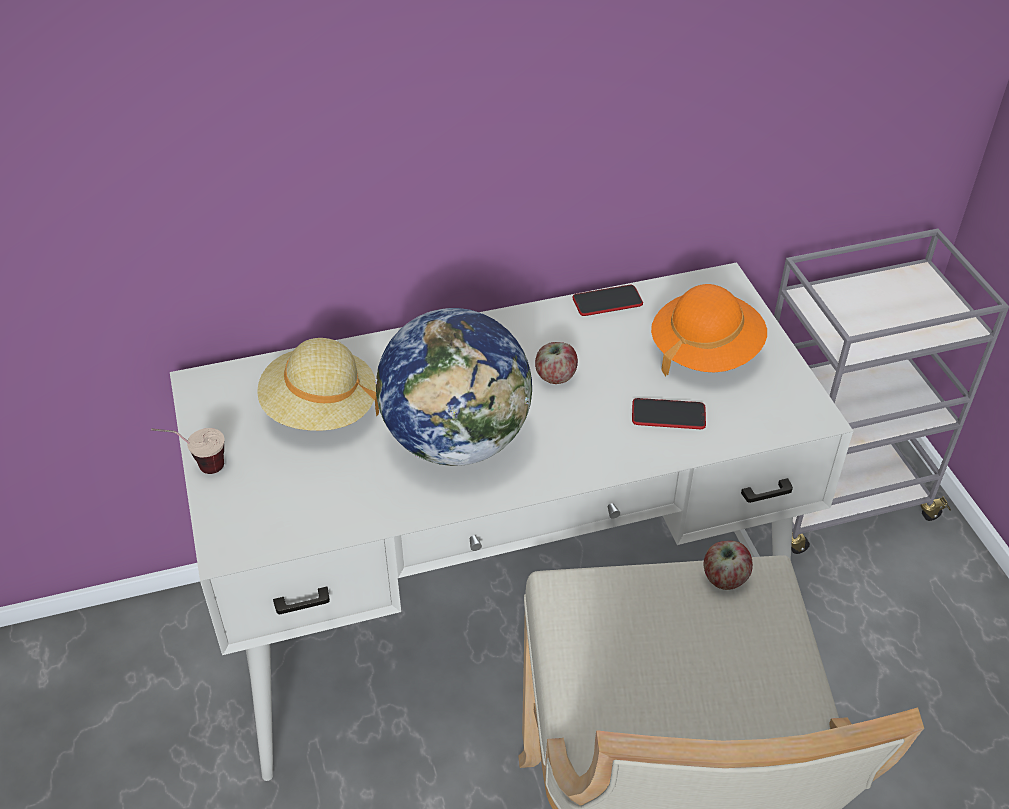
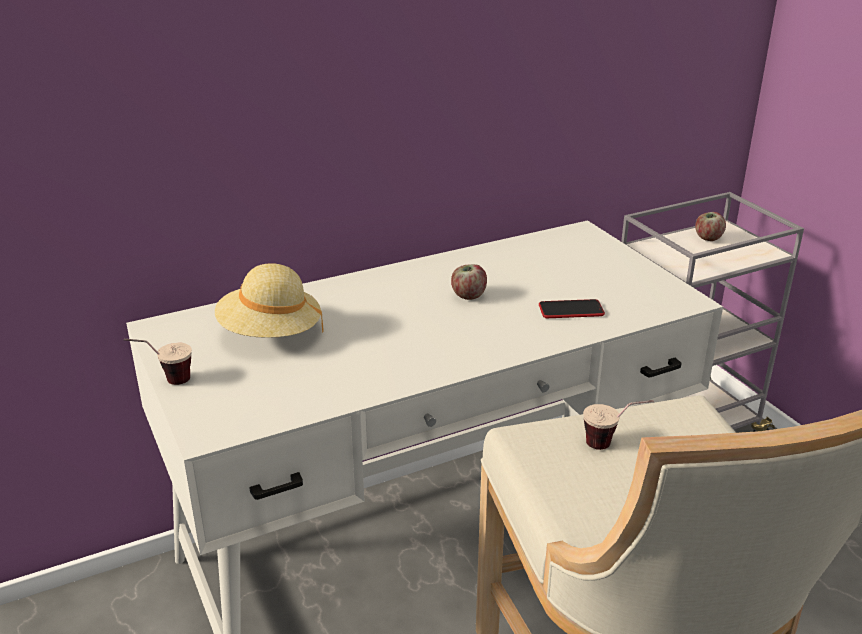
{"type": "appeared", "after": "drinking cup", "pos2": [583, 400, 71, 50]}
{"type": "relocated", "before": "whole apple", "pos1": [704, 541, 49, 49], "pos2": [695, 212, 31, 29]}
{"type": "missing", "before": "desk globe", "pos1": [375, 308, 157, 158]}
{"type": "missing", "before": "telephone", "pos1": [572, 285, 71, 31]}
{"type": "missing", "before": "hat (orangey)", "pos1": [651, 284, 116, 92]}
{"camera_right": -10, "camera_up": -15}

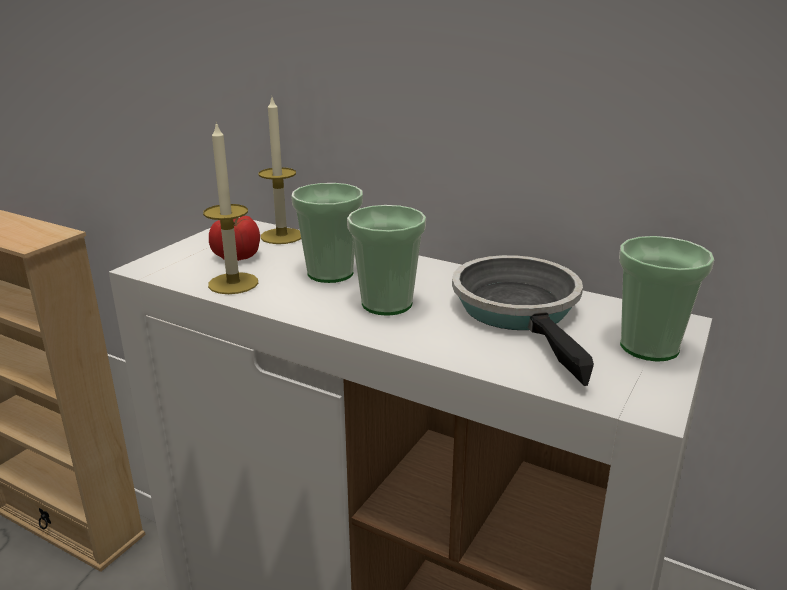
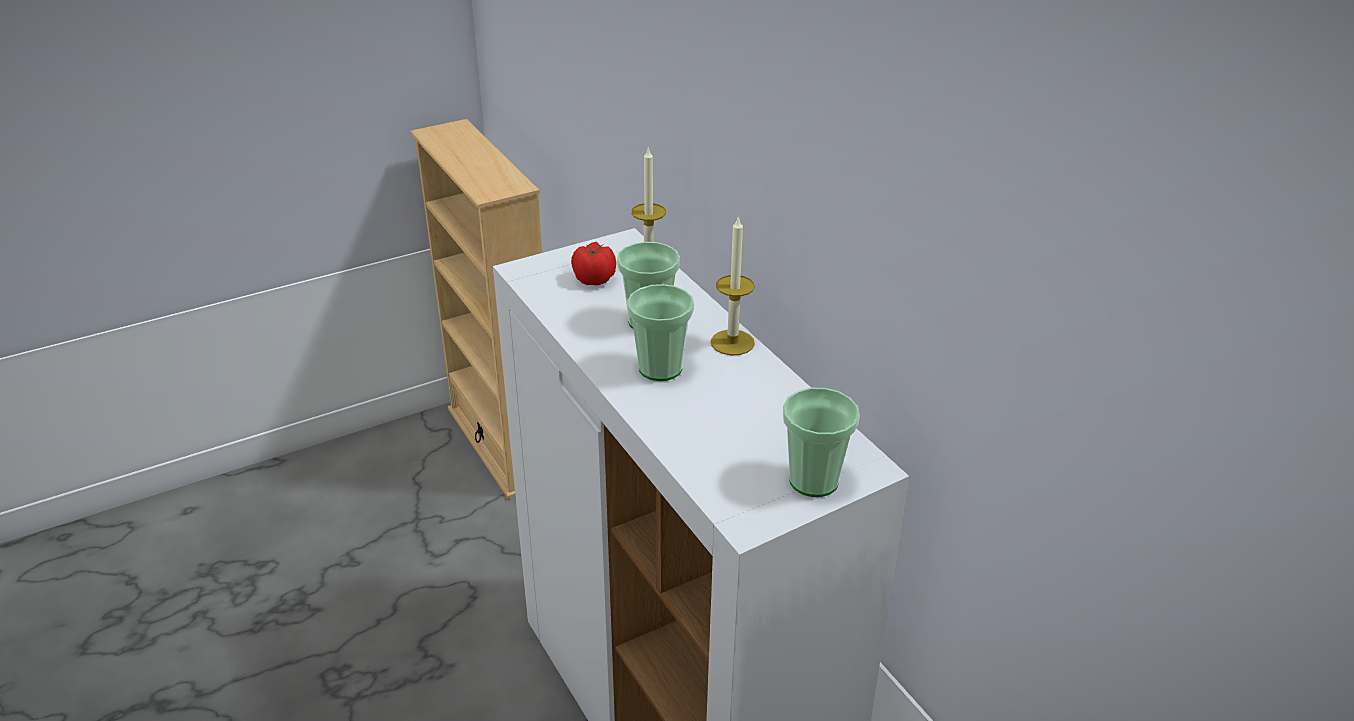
{"type": "relocated", "before": "candle", "pos1": [203, 122, 55, 172], "pos2": [711, 215, 44, 140]}
{"type": "missing", "before": "skillet", "pos1": [452, 255, 142, 131]}
{"camera_right": 30, "camera_up": 10}

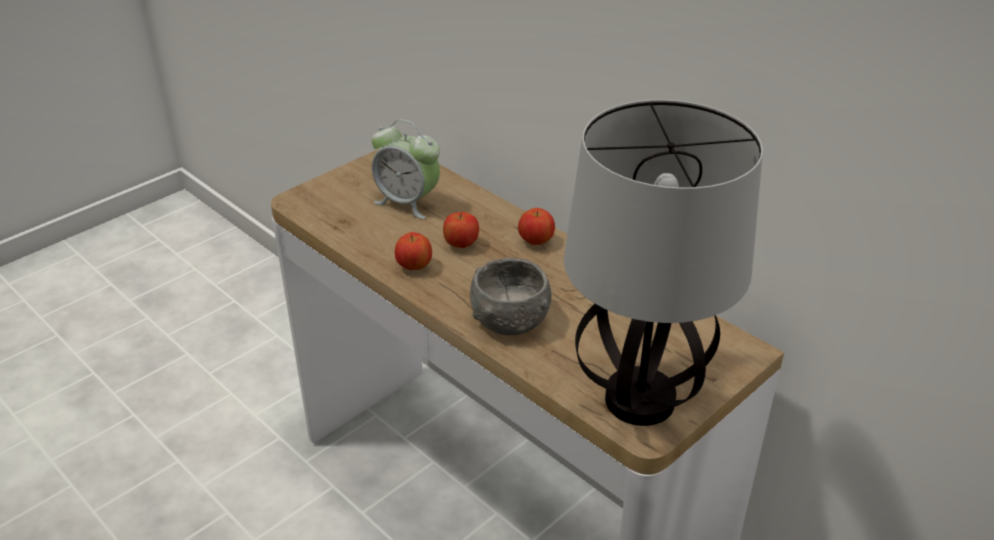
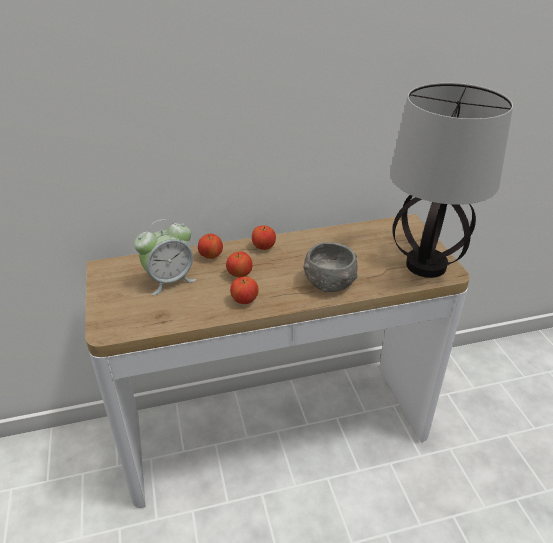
{"type": "appeared", "after": "whole apple", "pos2": [198, 234, 25, 25]}
{"camera_right": -60, "camera_up": 0}

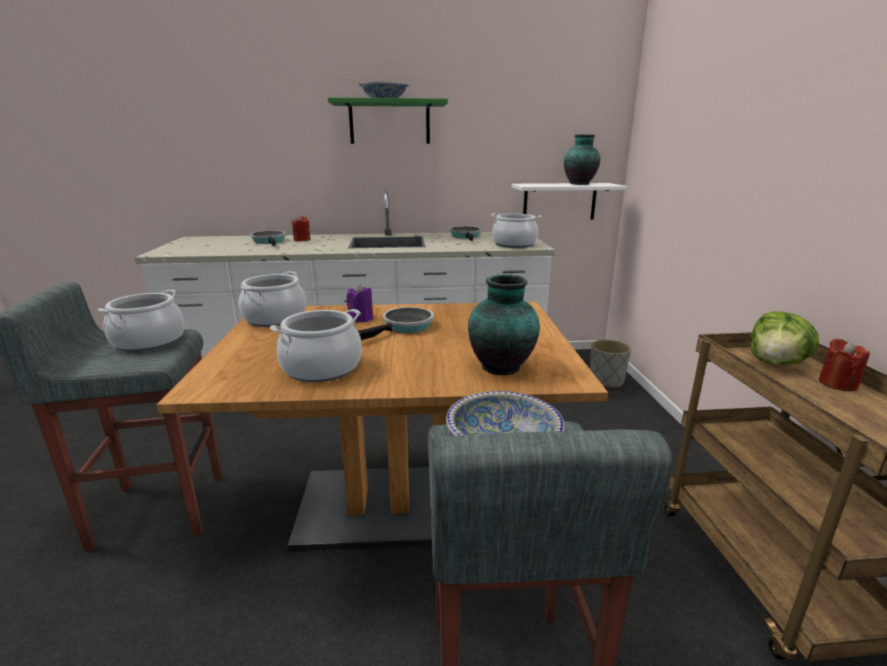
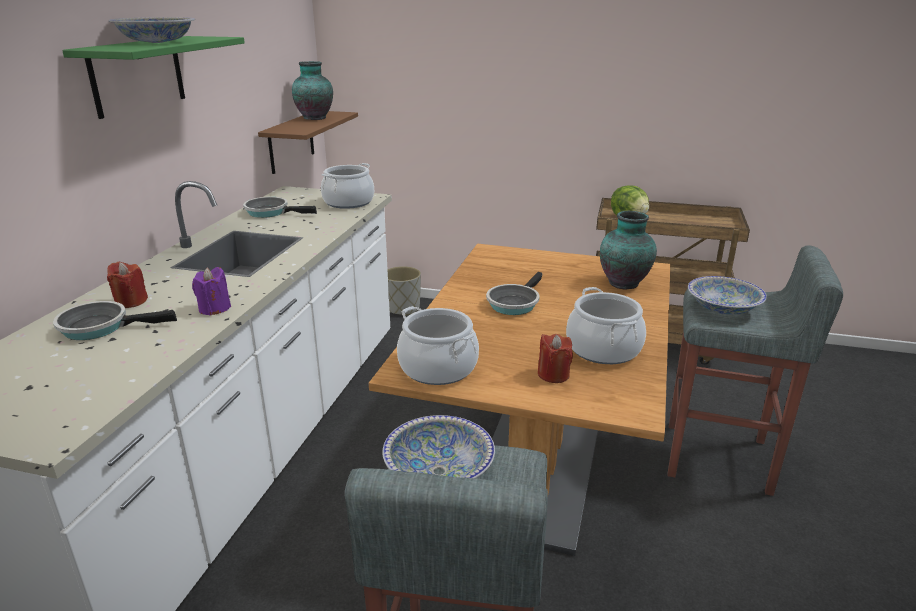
{"type": "relocated", "before": "candle (purple-coloured)", "pos1": [347, 284, 26, 38], "pos2": [192, 267, 39, 49]}
{"type": "colour", "before": "shelf (whitish)", "after": "shelf (brown)", "pos1": [512, 183, 116, 36], "pos2": [258, 111, 100, 63]}
{"type": "exchanged", "before": "stockpot", "after": "serving bowl", "pos1": [98, 290, 86, 62], "pos2": [382, 415, 113, 63]}
{"type": "spun", "before": "skillet", "pos1": [358, 307, 76, 33], "pos2": [486, 272, 57, 43], "turn": -120}
{"type": "relocated", "before": "candle (reddish)", "pos1": [819, 339, 51, 52], "pos2": [538, 334, 35, 49]}
{"camera_right": -70, "camera_up": 5}

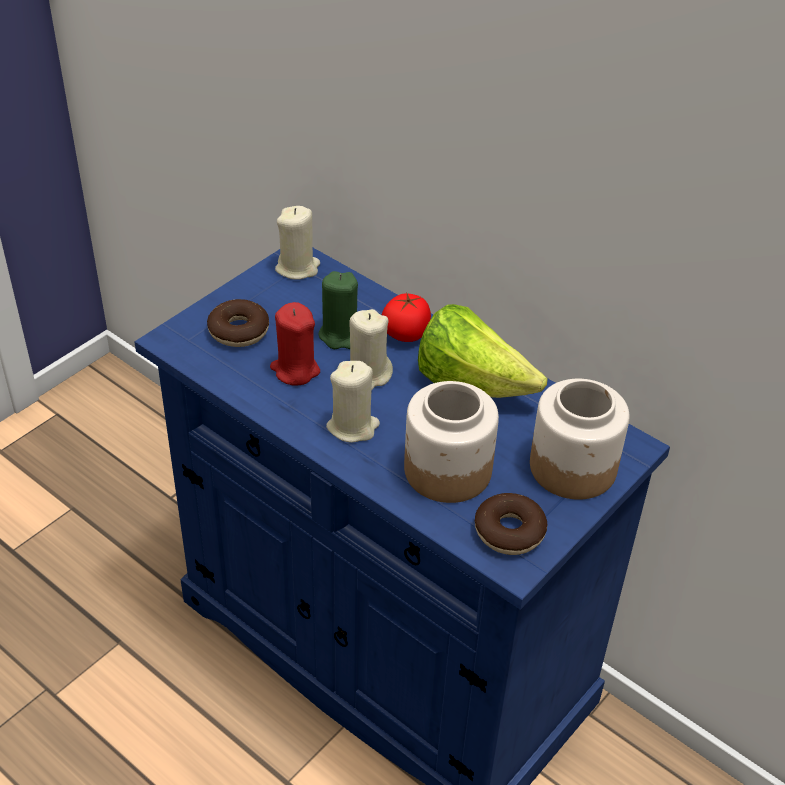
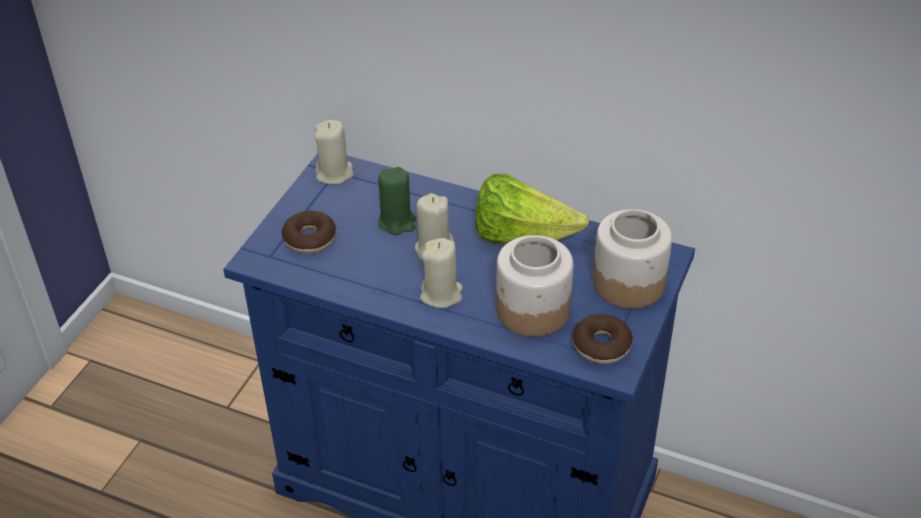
{"type": "missing", "before": "candle (reddish)", "pos1": [270, 302, 50, 83]}
{"type": "missing", "before": "fresh tomato", "pos1": [382, 293, 49, 49]}
{"camera_right": -15, "camera_up": 0}

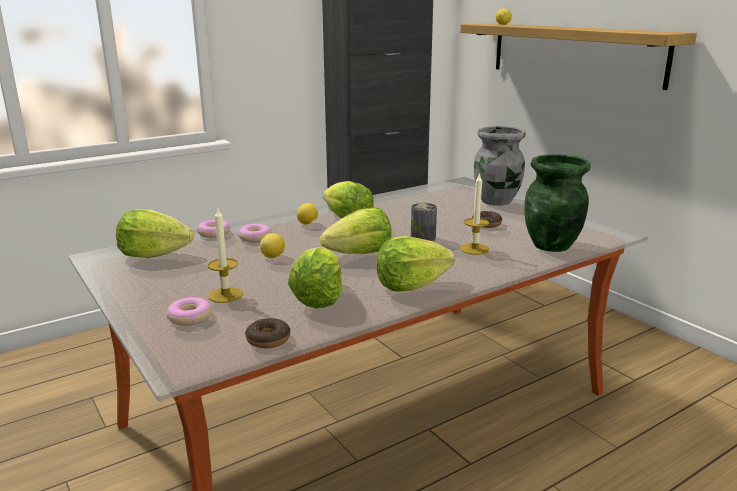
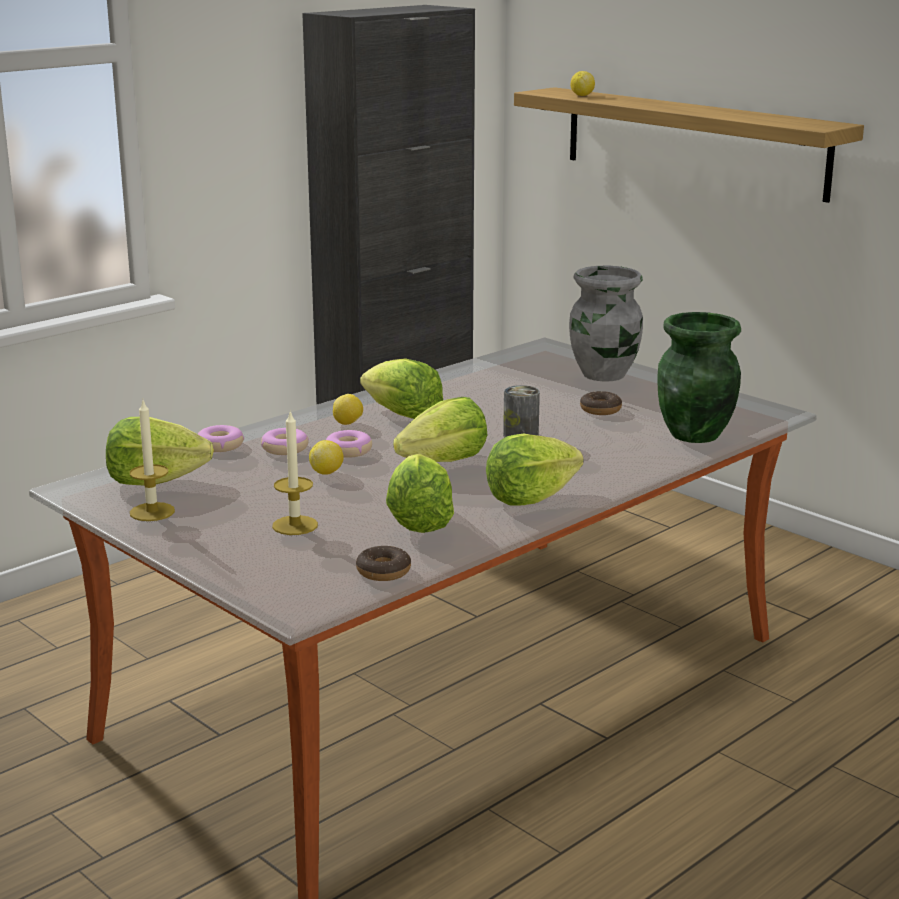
{"type": "relocated", "before": "candle", "pos1": [460, 172, 30, 83], "pos2": [130, 401, 45, 120]}
{"type": "relocated", "before": "donut", "pos1": [167, 297, 45, 29], "pos2": [326, 430, 46, 28]}
{"camera_right": -10, "camera_up": 0}

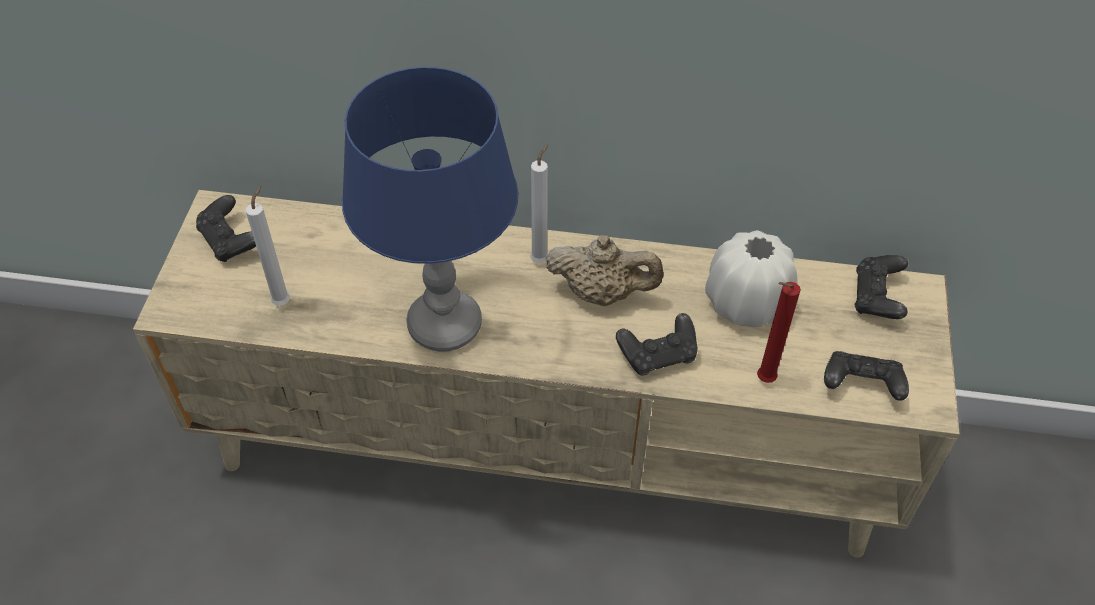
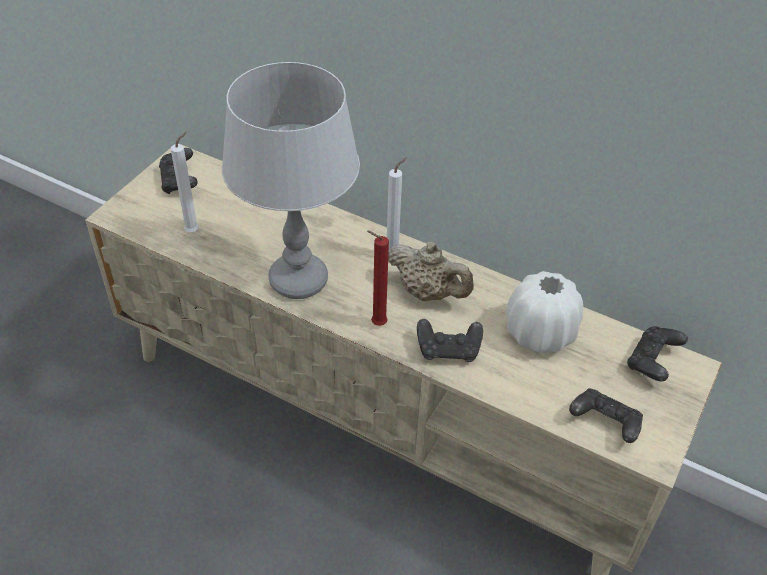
{"type": "colour", "before": "lamp for a table (blue)", "after": "lamp for a table (greyish)", "pos1": [342, 67, 176, 285], "pos2": [222, 62, 138, 237]}
{"type": "relocated", "before": "candle (reddish)", "pos1": [757, 282, 44, 101], "pos2": [367, 231, 22, 95]}
{"camera_right": 20, "camera_up": -5}

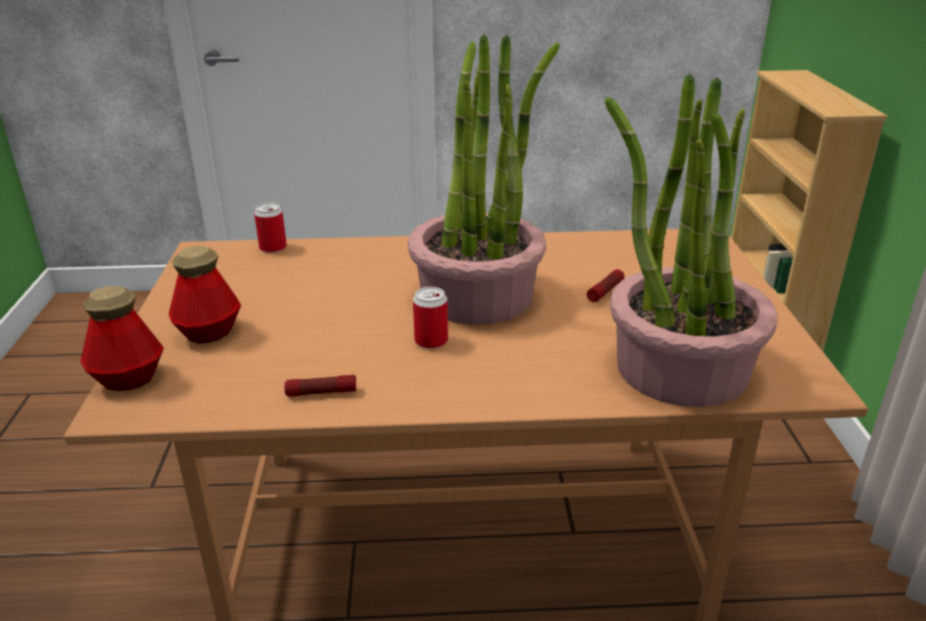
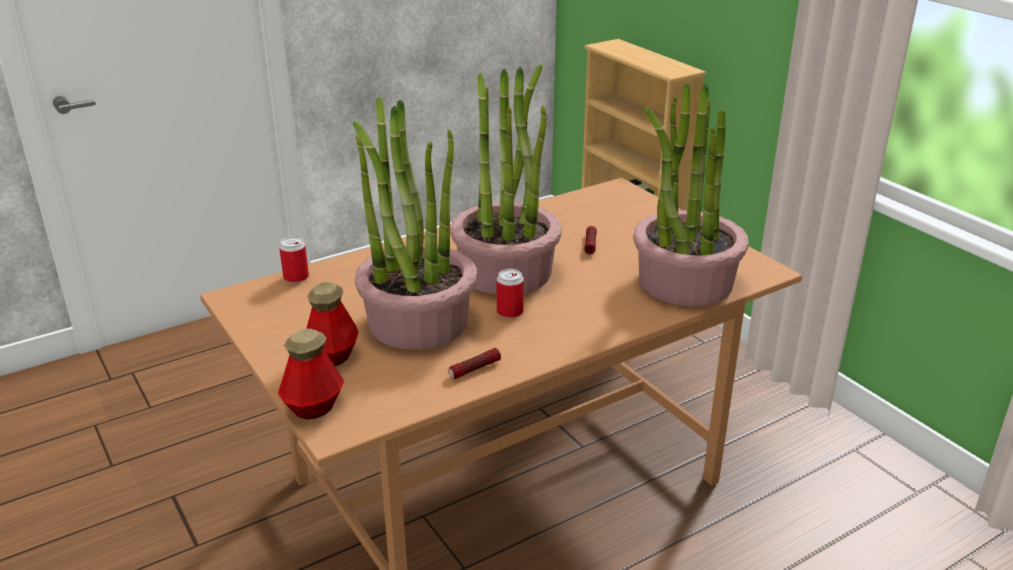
{"type": "appeared", "after": "plant in a pot", "pos2": [353, 96, 124, 253]}
{"camera_right": -30, "camera_up": 0}

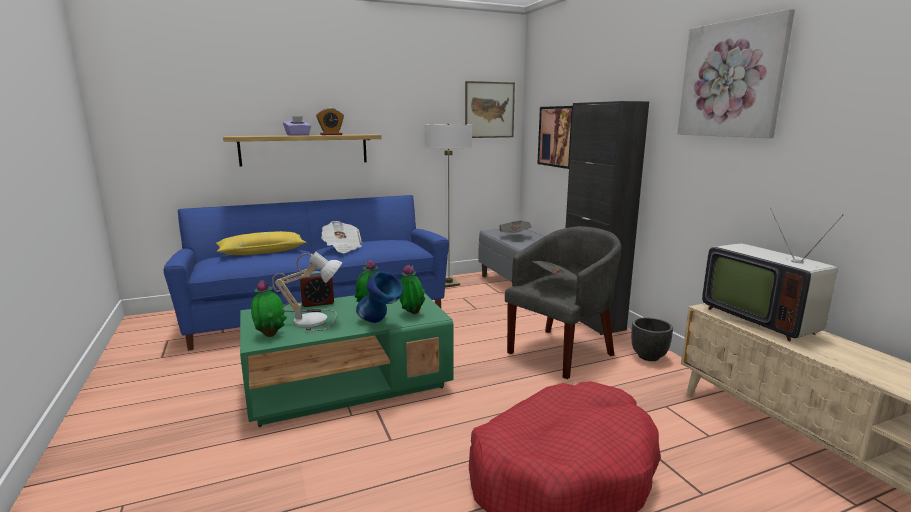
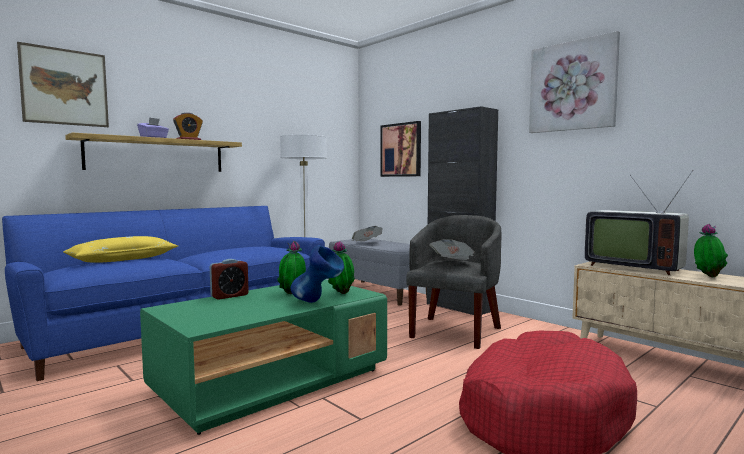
{"type": "relocated", "before": "wall picture", "pos1": [465, 81, 50, 57], "pos2": [17, 42, 92, 85]}
{"type": "relocated", "before": "plant in a pot", "pos1": [251, 280, 36, 57], "pos2": [694, 224, 34, 53]}
{"type": "missing", "before": "lamp for a table", "pos1": [272, 252, 70, 81]}
{"type": "missing", "before": "printed paper", "pos1": [321, 221, 41, 32]}
{"type": "missing", "before": "planter (black)", "pos1": [631, 317, 42, 44]}
{"camera_right": -20, "camera_up": -10}

